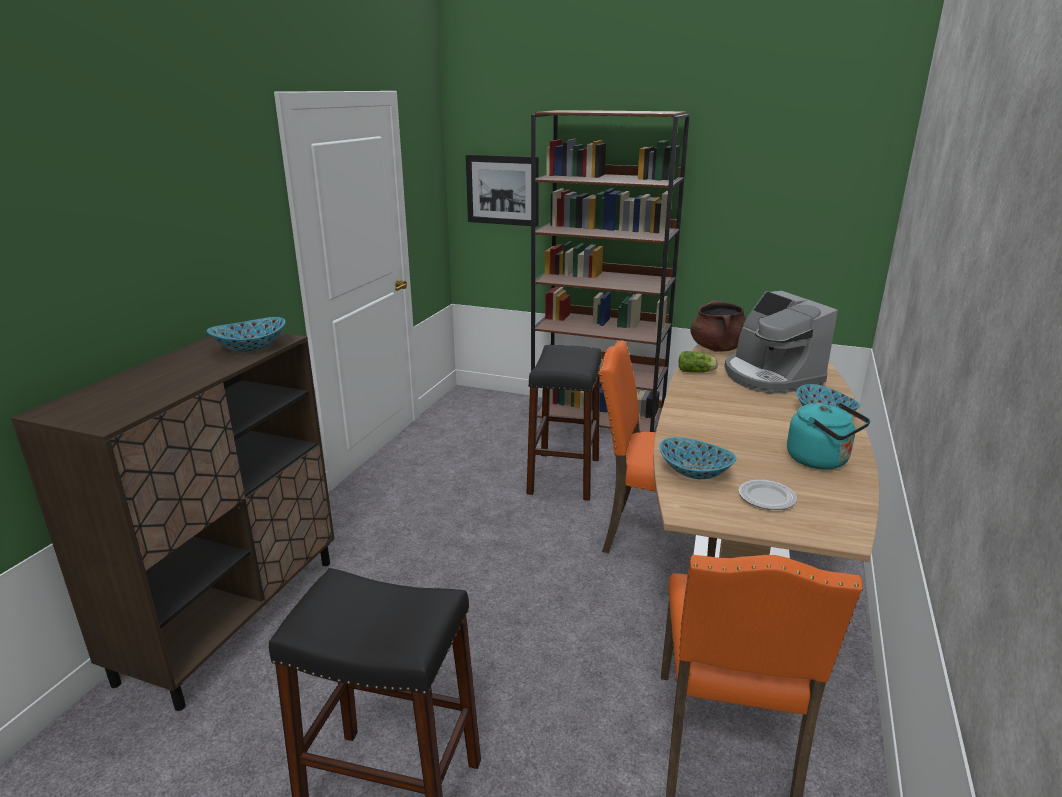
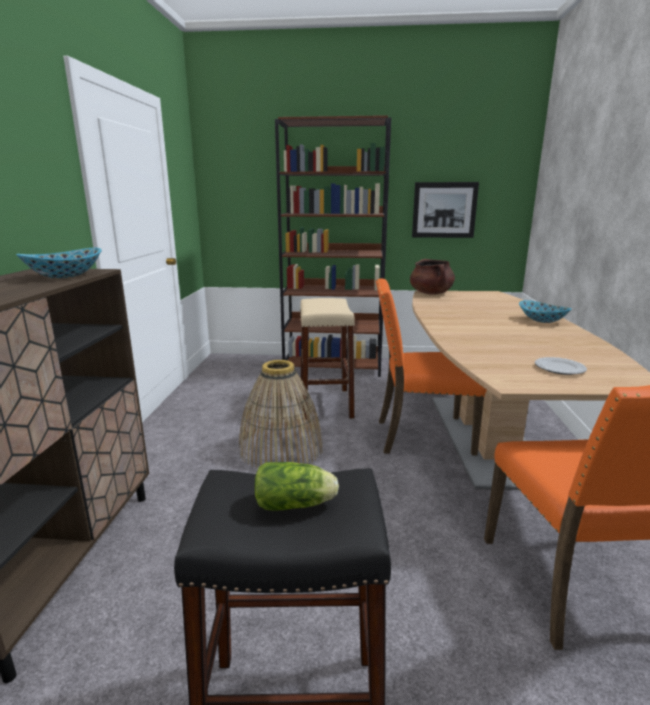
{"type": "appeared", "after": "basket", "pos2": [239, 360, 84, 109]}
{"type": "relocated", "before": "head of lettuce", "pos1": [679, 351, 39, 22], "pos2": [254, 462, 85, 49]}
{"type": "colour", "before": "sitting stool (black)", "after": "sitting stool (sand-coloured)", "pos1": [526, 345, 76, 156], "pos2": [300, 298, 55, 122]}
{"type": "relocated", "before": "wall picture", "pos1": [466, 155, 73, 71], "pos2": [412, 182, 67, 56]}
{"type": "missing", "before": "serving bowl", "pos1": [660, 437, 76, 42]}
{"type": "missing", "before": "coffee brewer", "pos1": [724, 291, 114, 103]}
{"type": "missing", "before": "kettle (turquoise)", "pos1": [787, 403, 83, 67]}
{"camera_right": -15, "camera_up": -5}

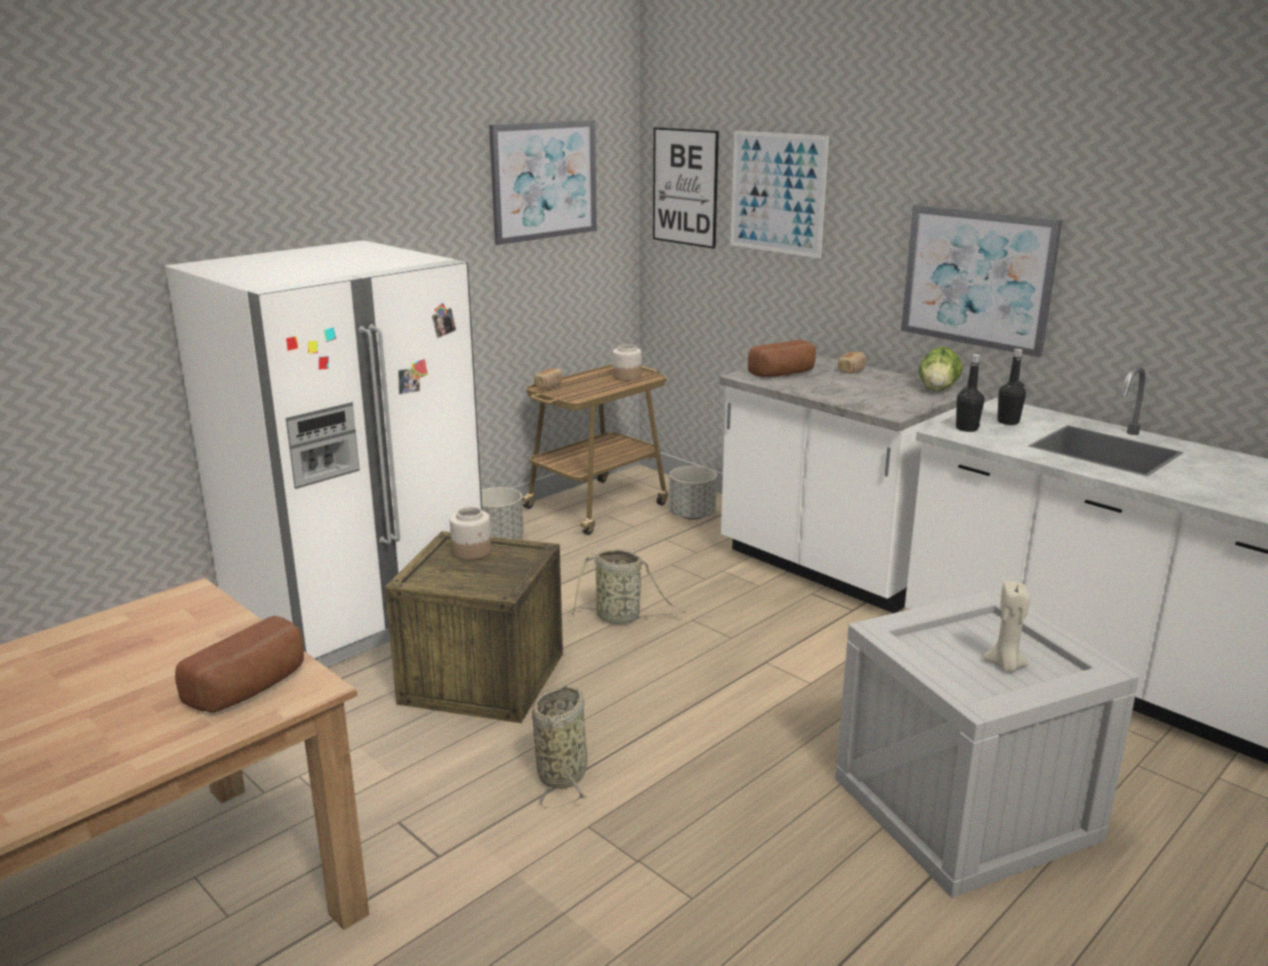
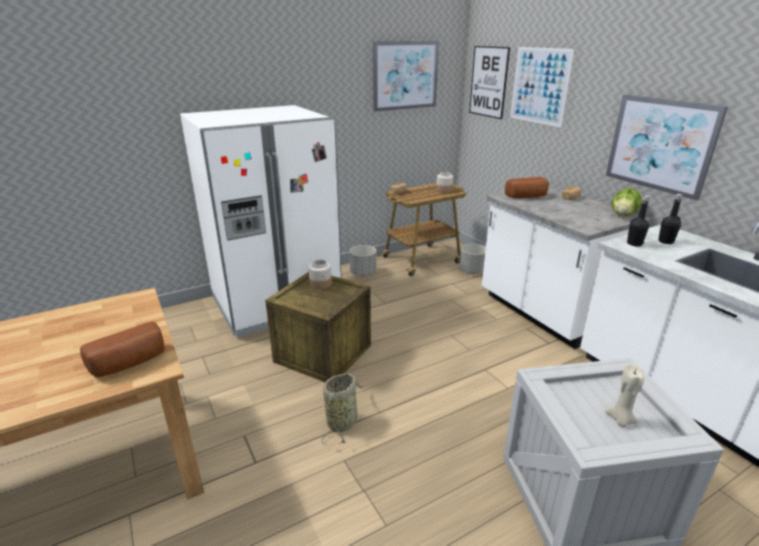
{"type": "missing", "before": "basket", "pos1": [571, 549, 115, 75]}
{"camera_right": 15, "camera_up": 5}

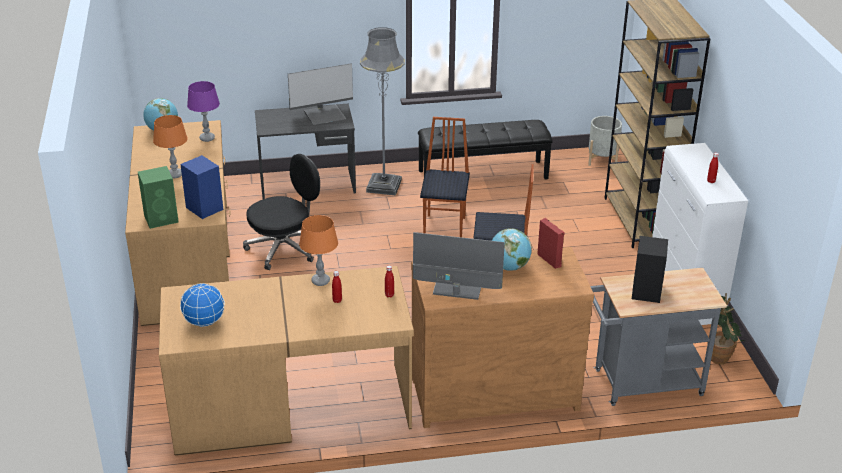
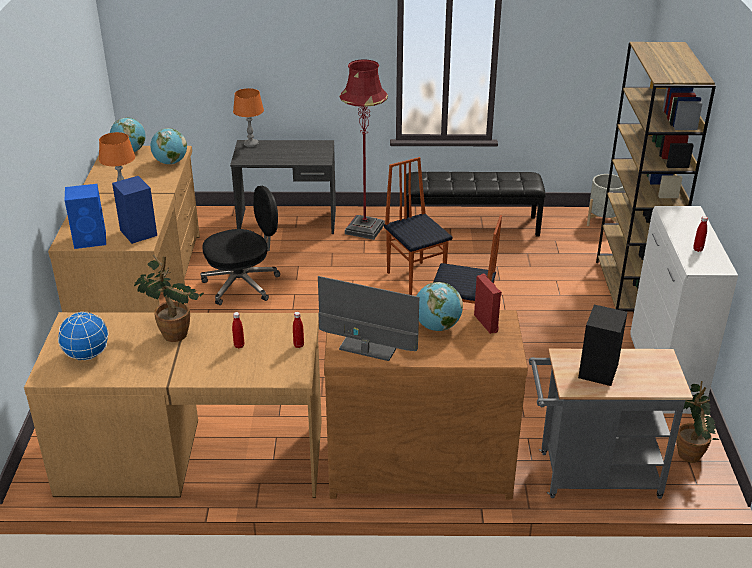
{"type": "colour", "before": "audio speaker (green-coloured)", "after": "audio speaker (blue)", "pos1": [138, 166, 41, 63], "pos2": [65, 184, 41, 65]}
{"type": "appeared", "after": "plant in a pot", "pos2": [134, 255, 70, 87]}
{"type": "exchanged", "before": "lamp for a table (purple-coloured)", "after": "desk globe", "pos1": [187, 81, 33, 61], "pos2": [150, 128, 37, 36]}
{"type": "relocated", "before": "lamp for a table (orangey)", "pos1": [299, 215, 39, 71], "pos2": [233, 88, 31, 59]}
{"type": "colour", "before": "standing lamp (greyish)", "after": "standing lamp (reddish)", "pos1": [360, 27, 45, 169], "pos2": [340, 59, 48, 181]}
{"type": "spun", "before": "upright chair", "pos1": [420, 117, 50, 120], "pos2": [384, 157, 68, 138], "turn": -45}
{"type": "missing", "before": "monitor", "pos1": [288, 63, 65, 62]}
{"camera_right": 10, "camera_up": 0}

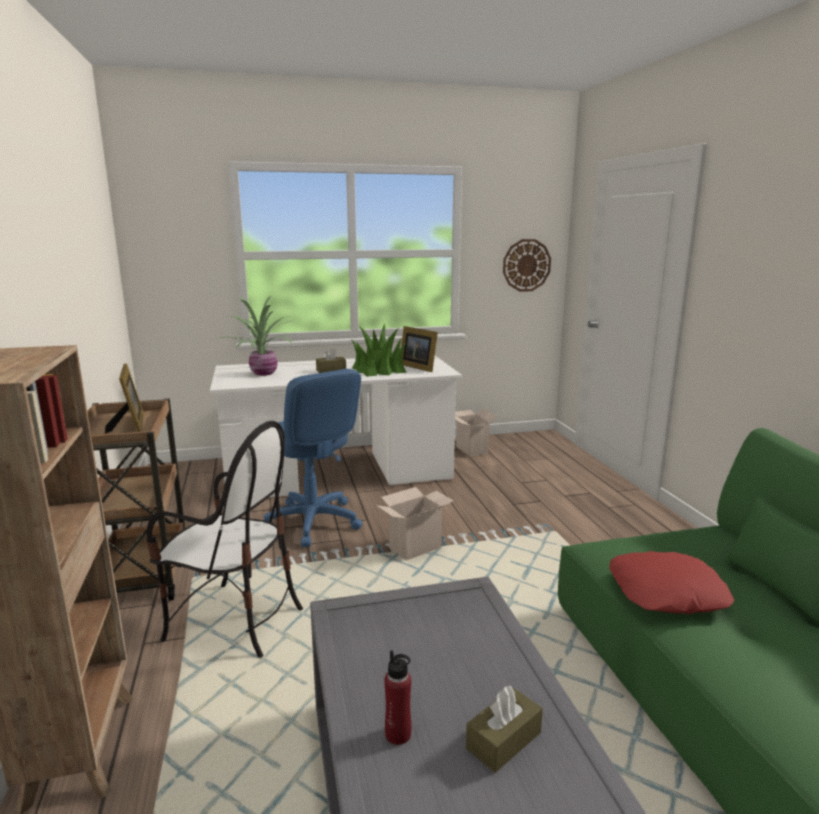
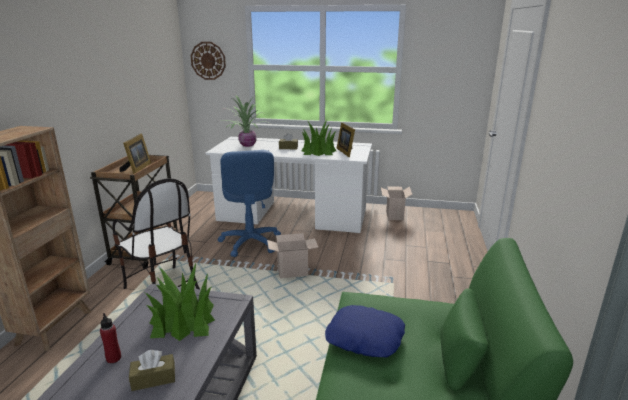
{"type": "appeared", "after": "plant in a pot", "pos2": [145, 264, 70, 77]}
{"type": "relocated", "before": "clock on the wall", "pos1": [503, 239, 48, 53], "pos2": [191, 42, 35, 38]}
{"type": "colour", "before": "pillow (reddish)", "after": "pillow (blue)", "pos1": [609, 551, 126, 63], "pos2": [325, 305, 80, 52]}
{"camera_right": 25, "camera_up": 5}

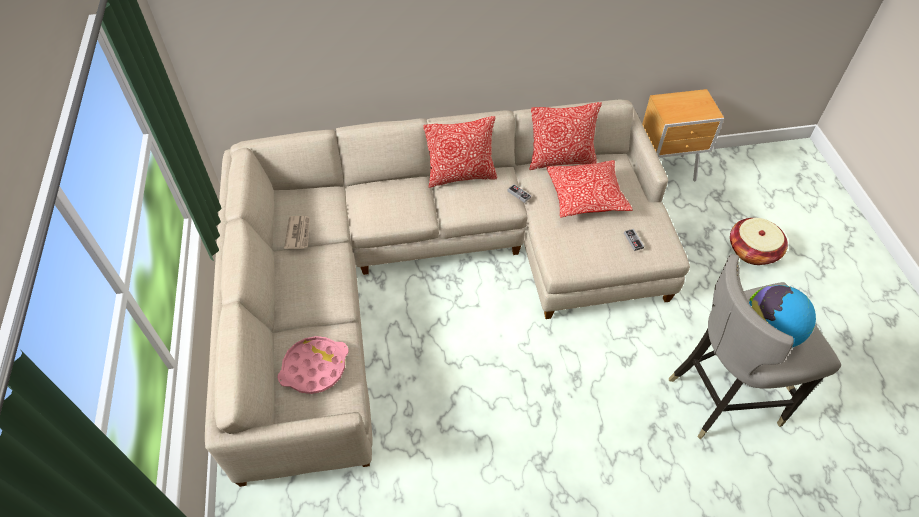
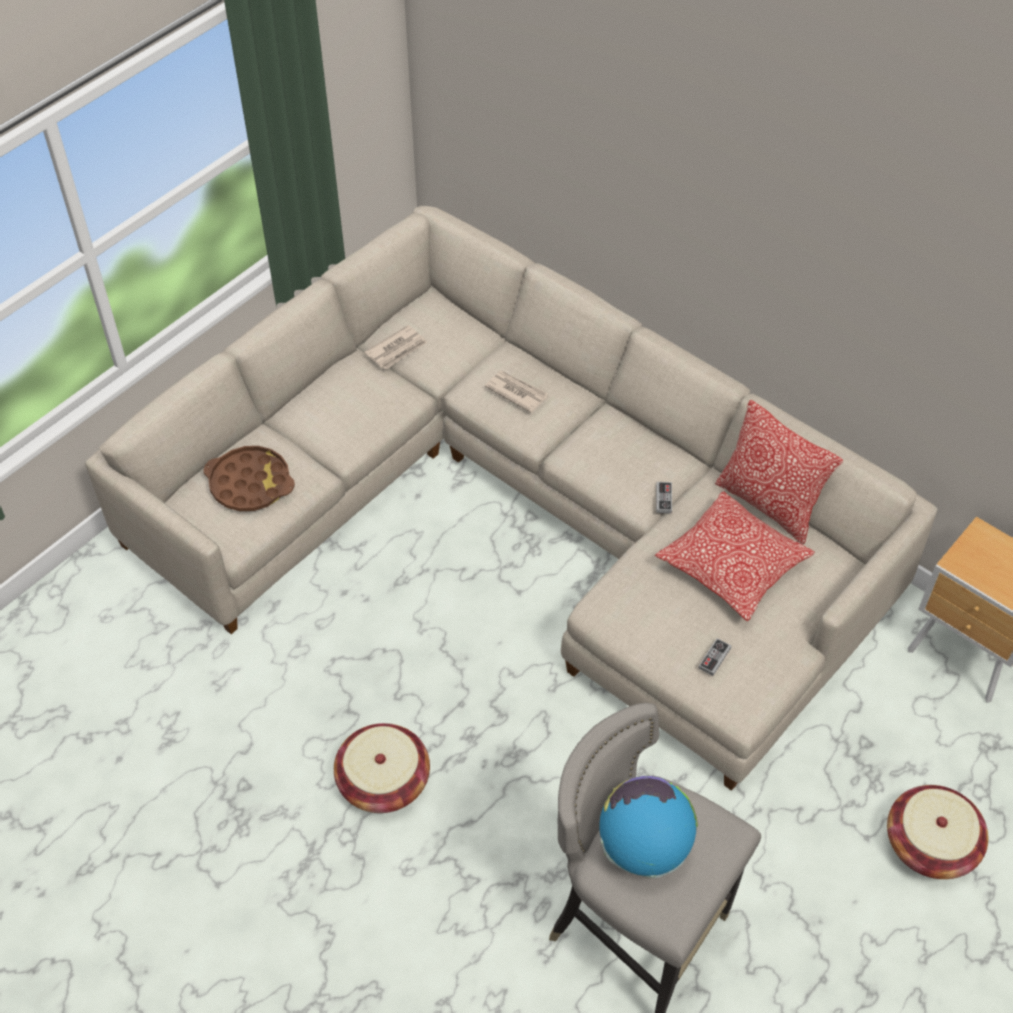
{"type": "colour", "before": "tray (pinkish)", "after": "tray (brown)", "pos1": [277, 336, 72, 58], "pos2": [203, 446, 92, 65]}
{"type": "appeared", "after": "basket", "pos2": [334, 723, 96, 90]}
{"type": "appeared", "after": "printed paper", "pos2": [485, 371, 63, 42]}
{"type": "missing", "before": "pillow", "pos1": [423, 116, 74, 72]}
{"camera_right": 50, "camera_up": 0}

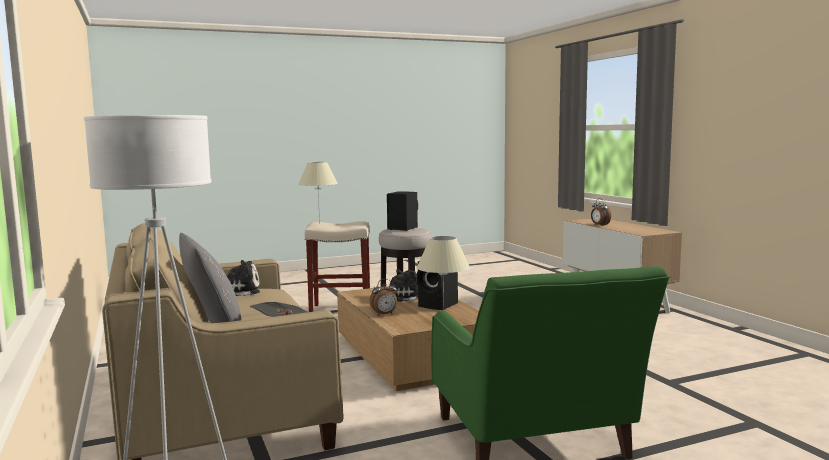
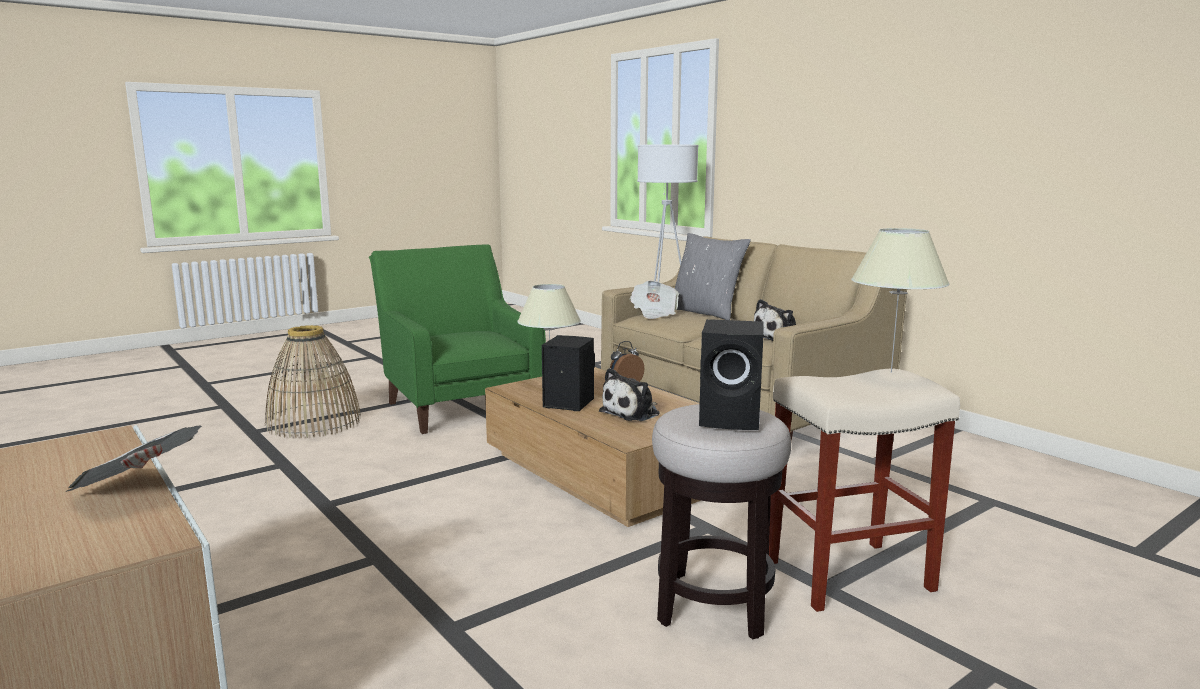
{"type": "exchanged", "before": "alarm clock", "after": "printed paper", "pos1": [591, 198, 20, 27], "pos2": [66, 425, 136, 67]}
{"type": "appeared", "after": "basket", "pos2": [265, 325, 96, 113]}
{"camera_right": 165, "camera_up": 5}

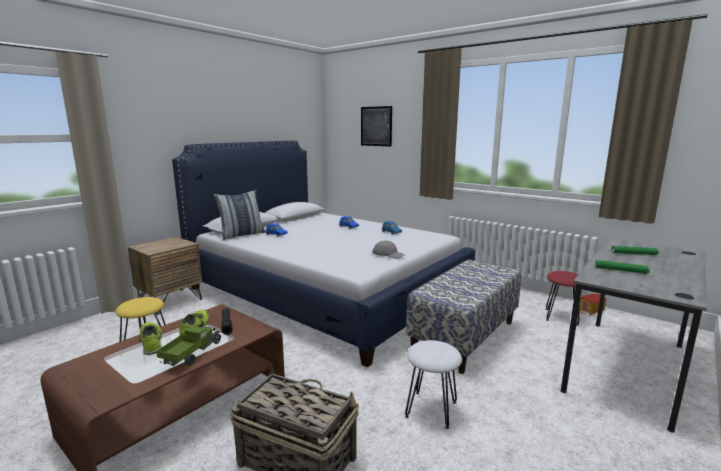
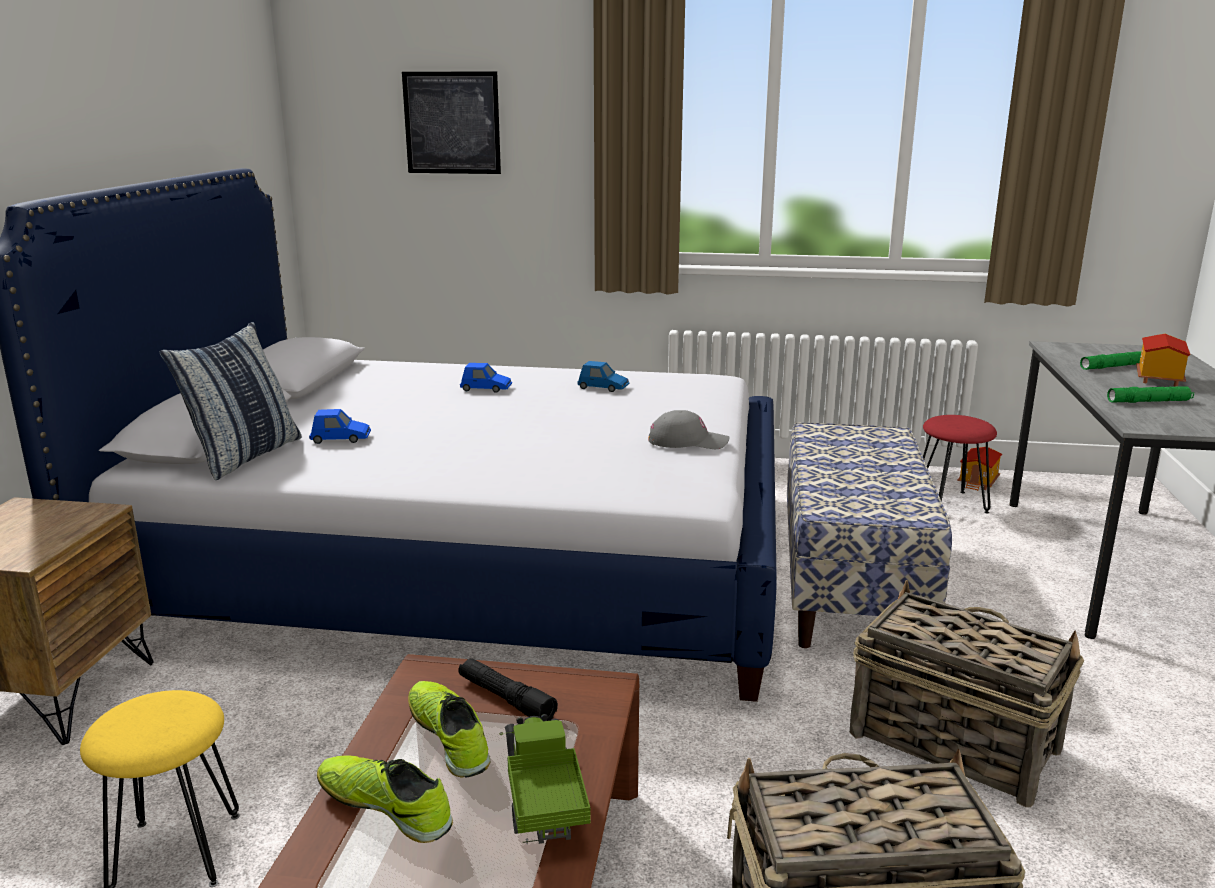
{"type": "exchanged", "before": "sitting stool (whitish)", "after": "basket", "pos1": [405, 340, 57, 89], "pos2": [850, 580, 234, 227]}
{"type": "appeared", "after": "miniature house", "pos2": [1136, 334, 55, 53]}
{"camera_right": -30, "camera_up": 5}

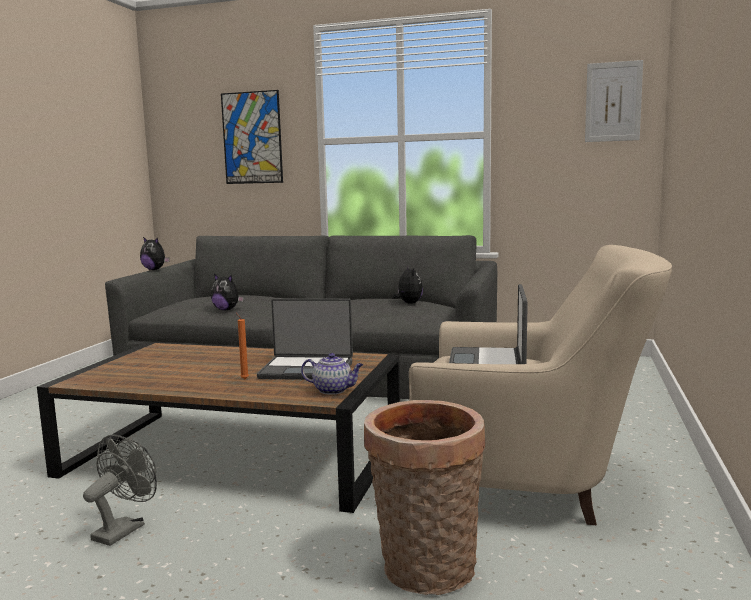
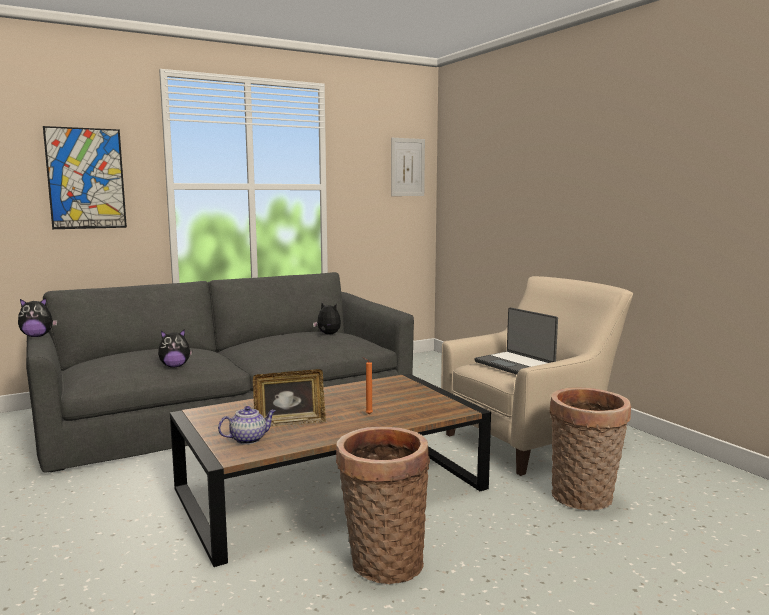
{"type": "relocated", "before": "teapot", "pos1": [301, 353, 62, 42], "pos2": [218, 406, 58, 38]}
{"type": "appeared", "after": "picture frame", "pos2": [253, 369, 73, 58]}
{"type": "exchanged", "before": "fan (greyish)", "after": "basket", "pos1": [83, 435, 74, 111], "pos2": [336, 427, 94, 157]}
{"type": "missing", "before": "notebook computer", "pos1": [257, 299, 96, 81]}
{"camera_right": -45, "camera_up": 0}

